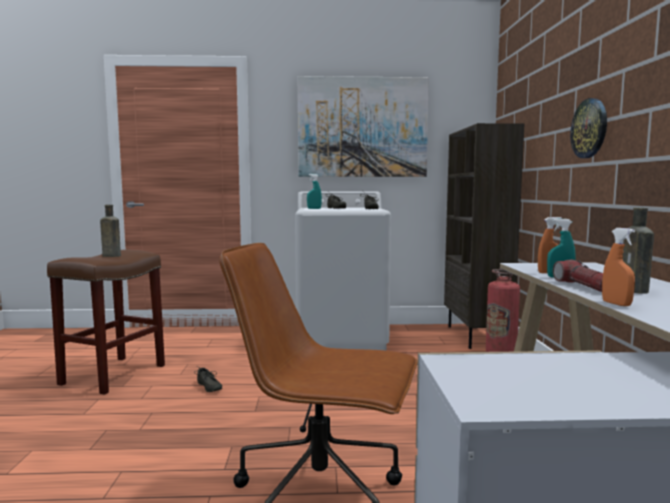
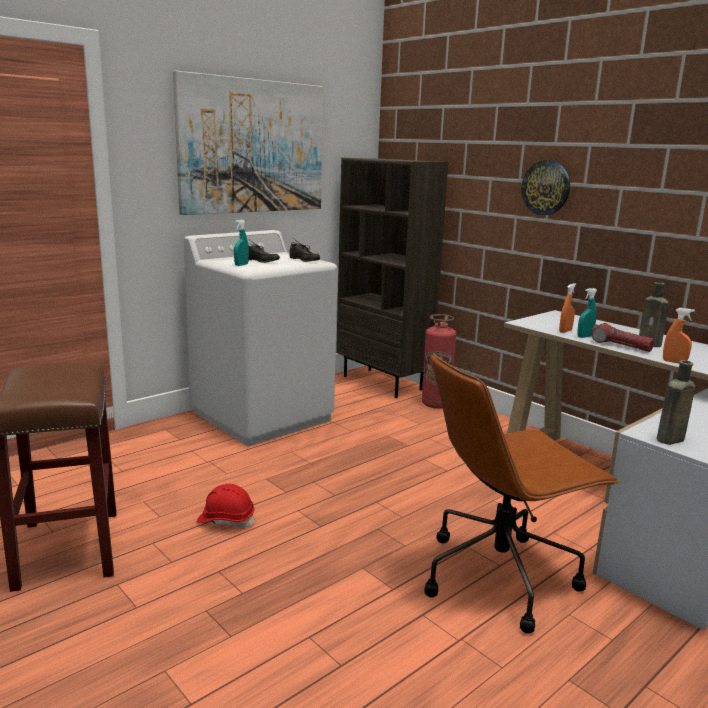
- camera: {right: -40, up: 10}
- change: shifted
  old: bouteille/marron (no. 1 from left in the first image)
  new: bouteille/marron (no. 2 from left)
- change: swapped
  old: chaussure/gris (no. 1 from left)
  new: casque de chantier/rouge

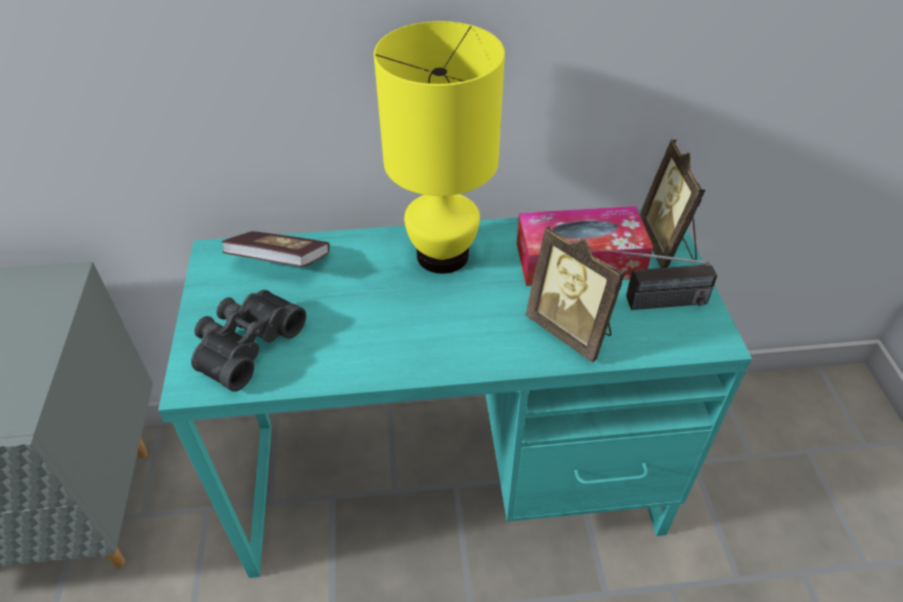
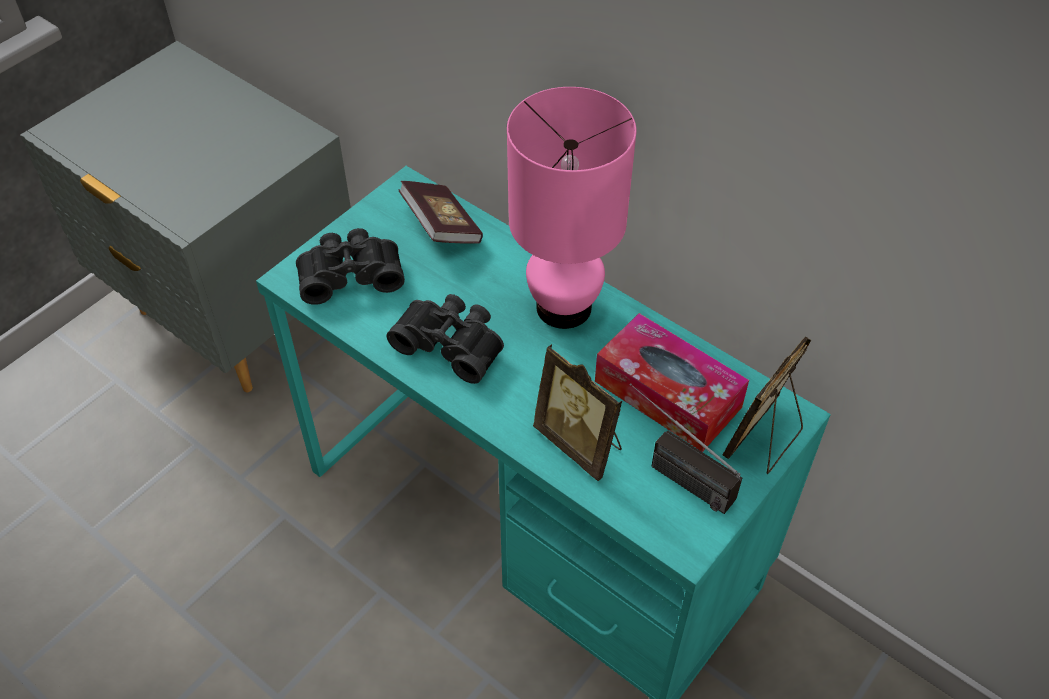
- camera: {right: 45, up: 5}
- change: new
  new: jumelles/noir (no. 2 from left)
- change: repainted
  old: lampe de table/jaune
  new: lampe de table/rose
- change: rotated
  old: cadre photo (no. 1 from left)
  degrees: -45

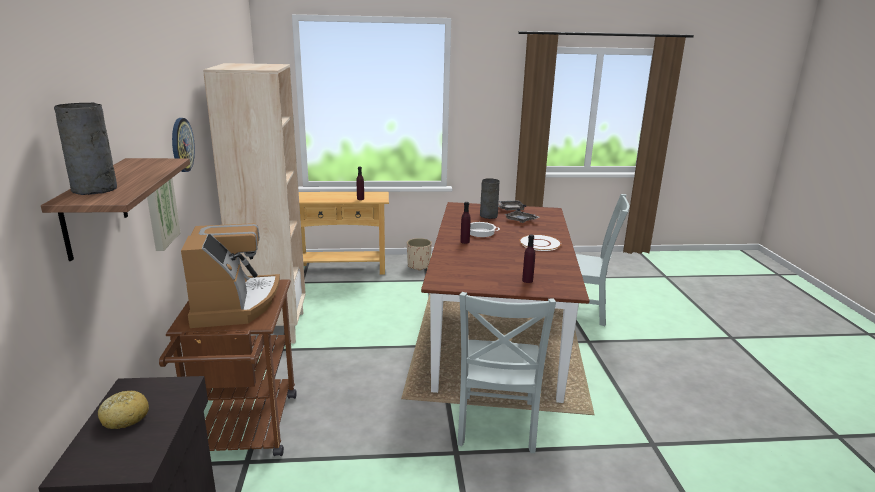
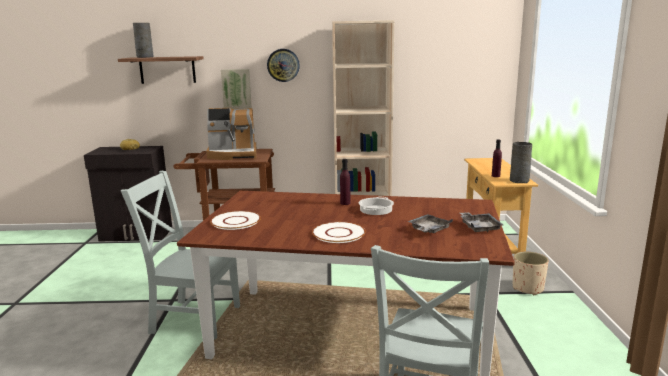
- camera: {right: 95, up: -5}
- change: shifted
  old: vase/gris (no. 2 from left)
- change: swapped
  old: bouteille/violet (no. 3 from left)
  new: assiette/blanc (no. 1 from left)

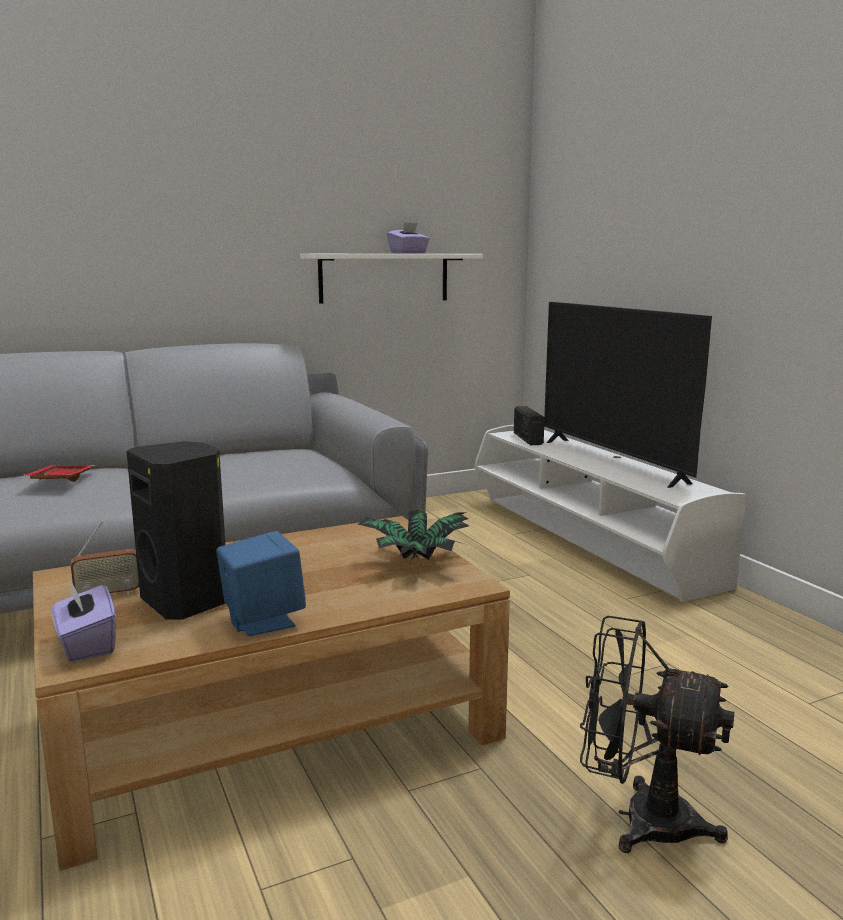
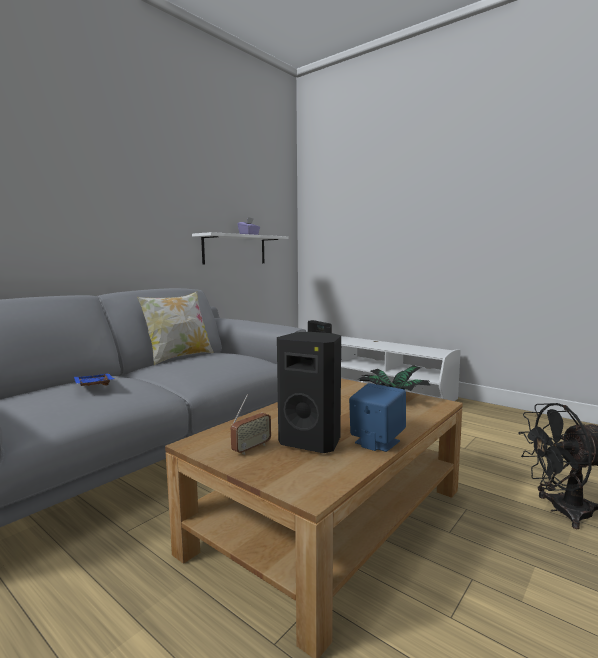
- camera: {right: -25, up: -5}
- change: gone
  old: boîte à mouchoirs/violet (no. 1 from left)
- change: gone
  old: téléviseur
- change: new
  new: coussin
- change: repainted
  old: plateau/rouge
  new: plateau/bleu

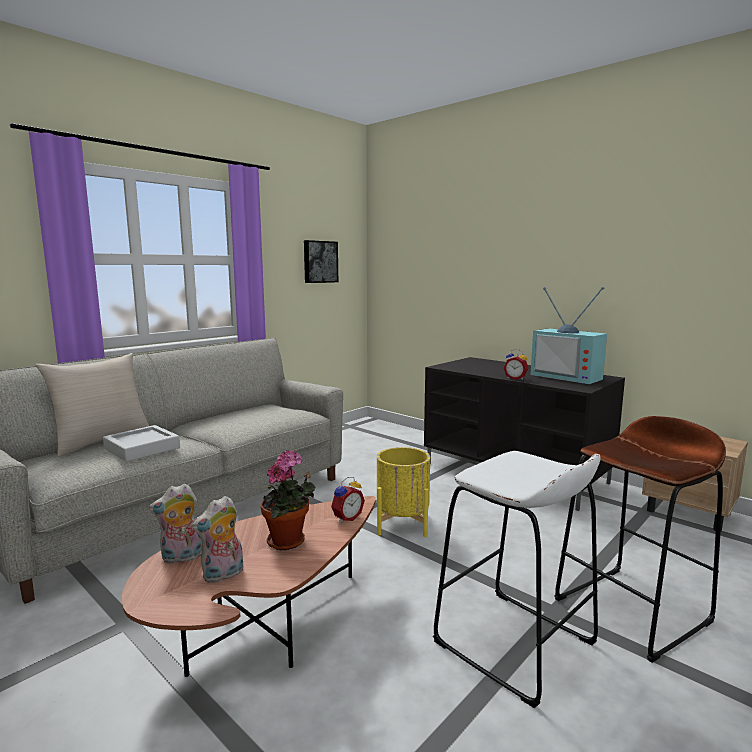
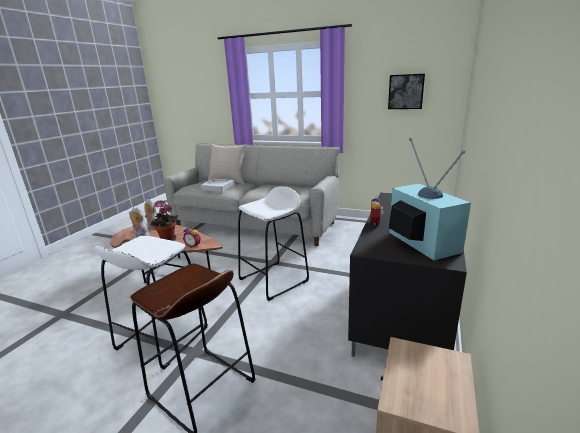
- camera: {right: 70, up: 10}
- change: swapped
  old: cache-pot/jaune
  new: tabouret/blanc (no. 2 from left)
- change: rotated
  old: téléviseur
  degrees: 135

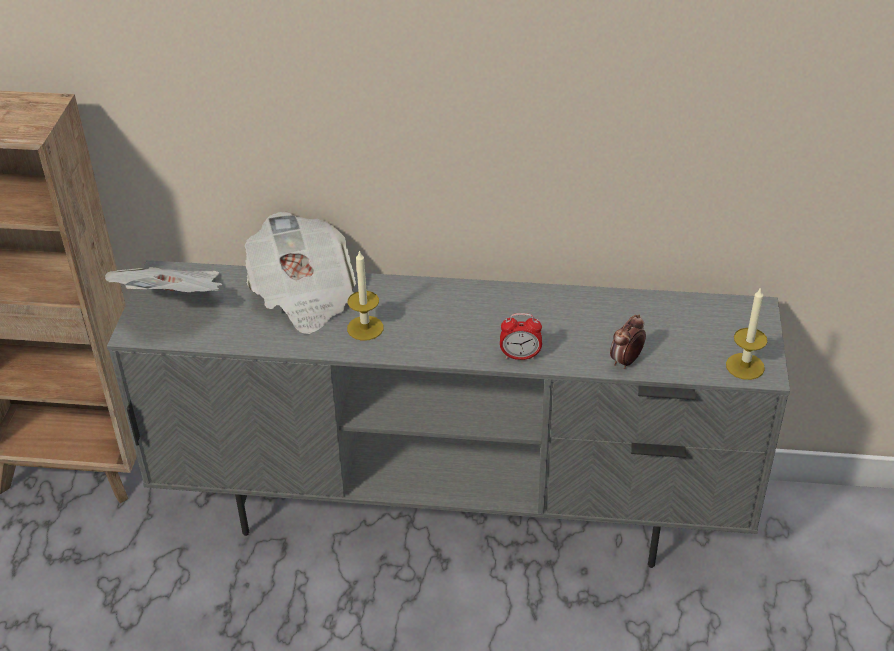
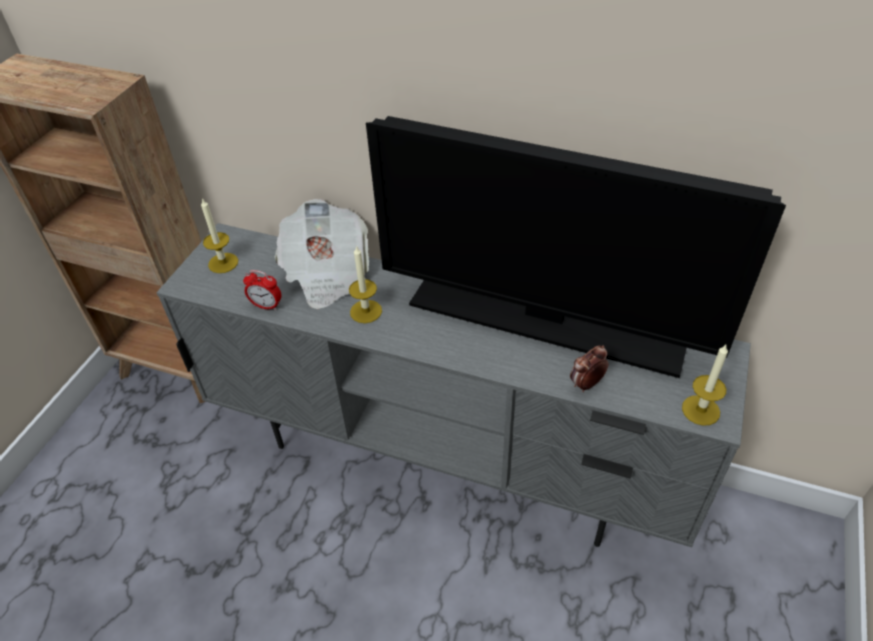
- camera: {right: 15, up: 5}
- change: new
  new: téléviseur
- change: shifted
  old: réveil (no. 1 from left)
- change: swapped
  old: journal (no. 1 from left)
  new: bougie (no. 1 from left)

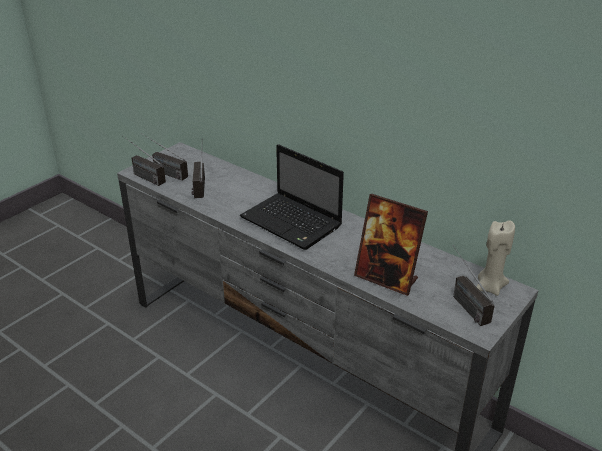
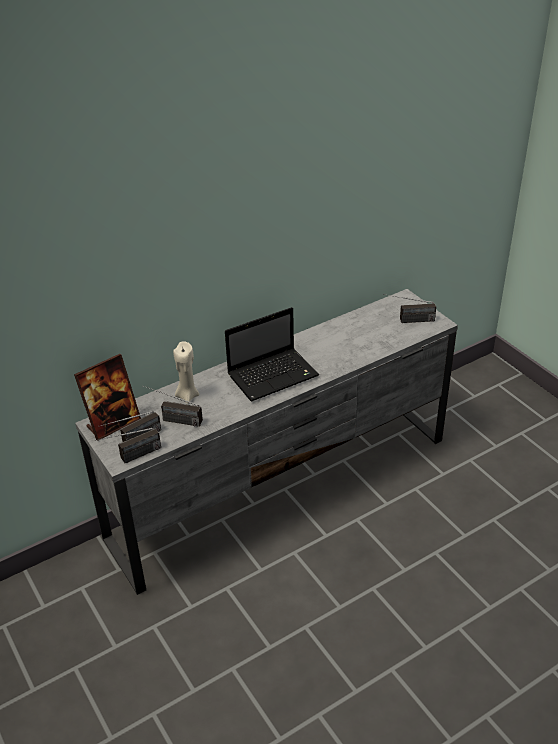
- camera: {right: -70, up: 5}
- change: shifted
  old: cadre photo
- change: shifted
  old: bougie/beige

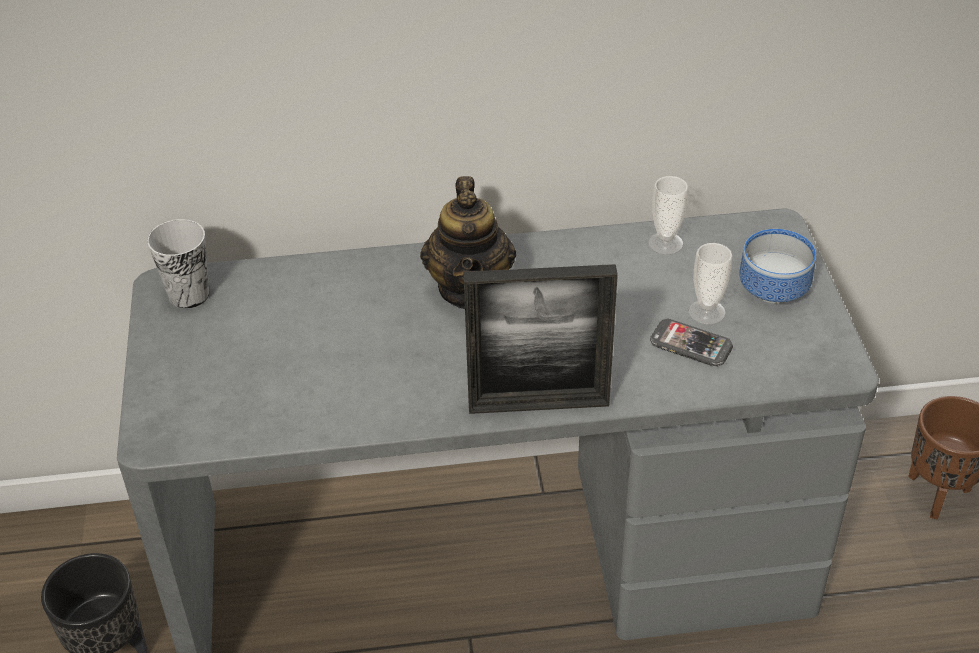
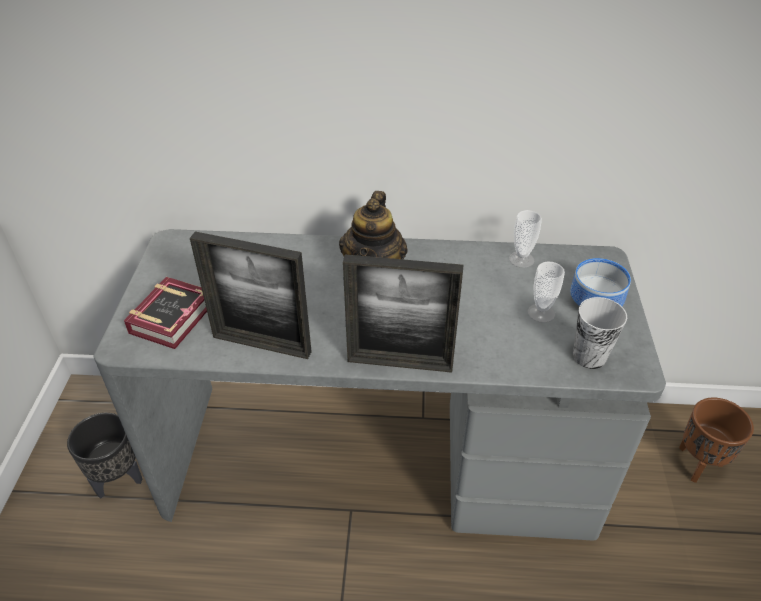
- camera: {right: 10, up: 0}
- change: gone
  old: téléphone
- change: new
  new: livre
- change: new
  new: cadre photo (no. 1 from left)
- change: shifted
  old: tasse (no. 1 from left in the first image)
  new: tasse (no. 3 from left)

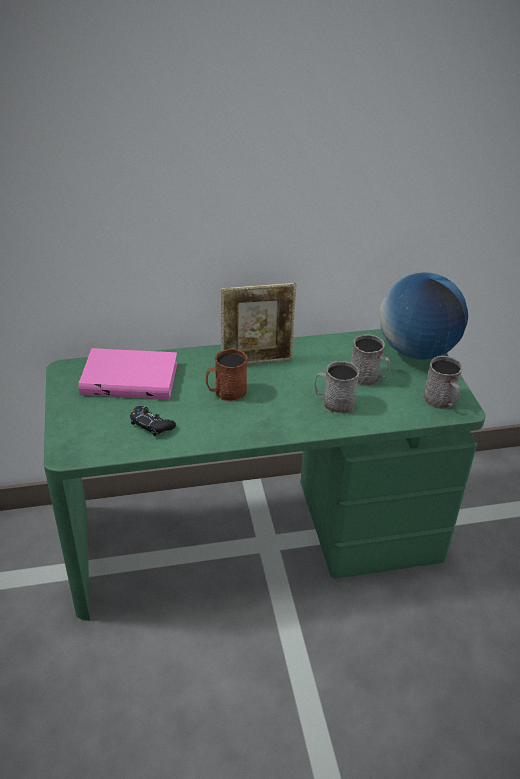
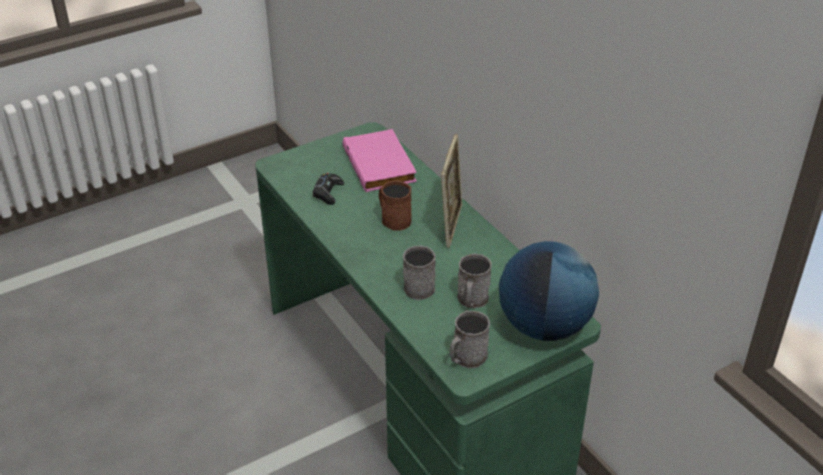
- camera: {right: 70, up: 0}
- change: rotated
  old: cadre photo
  degrees: -135

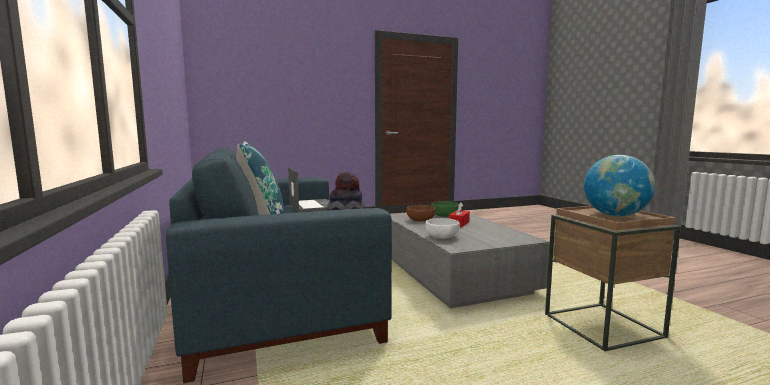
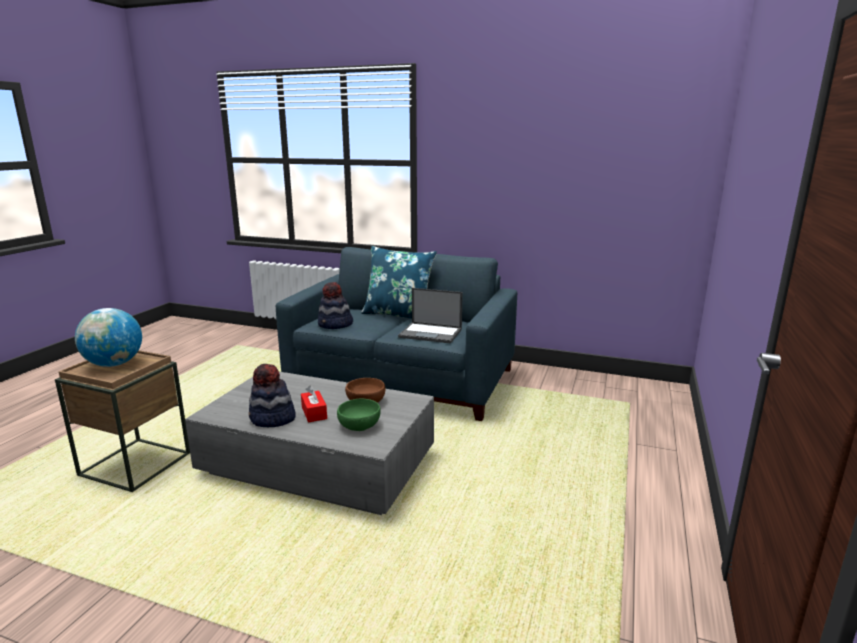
- camera: {right: 130, up: 10}
- change: gone
  old: bol/blanc
- change: new
  new: chapeau (no. 1 from left)

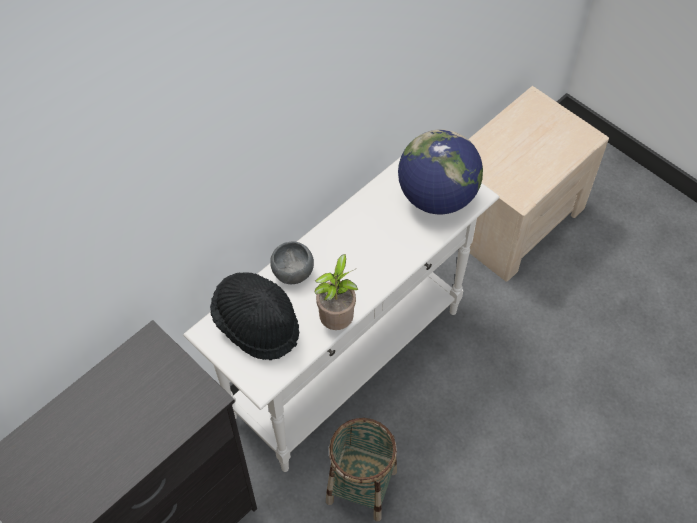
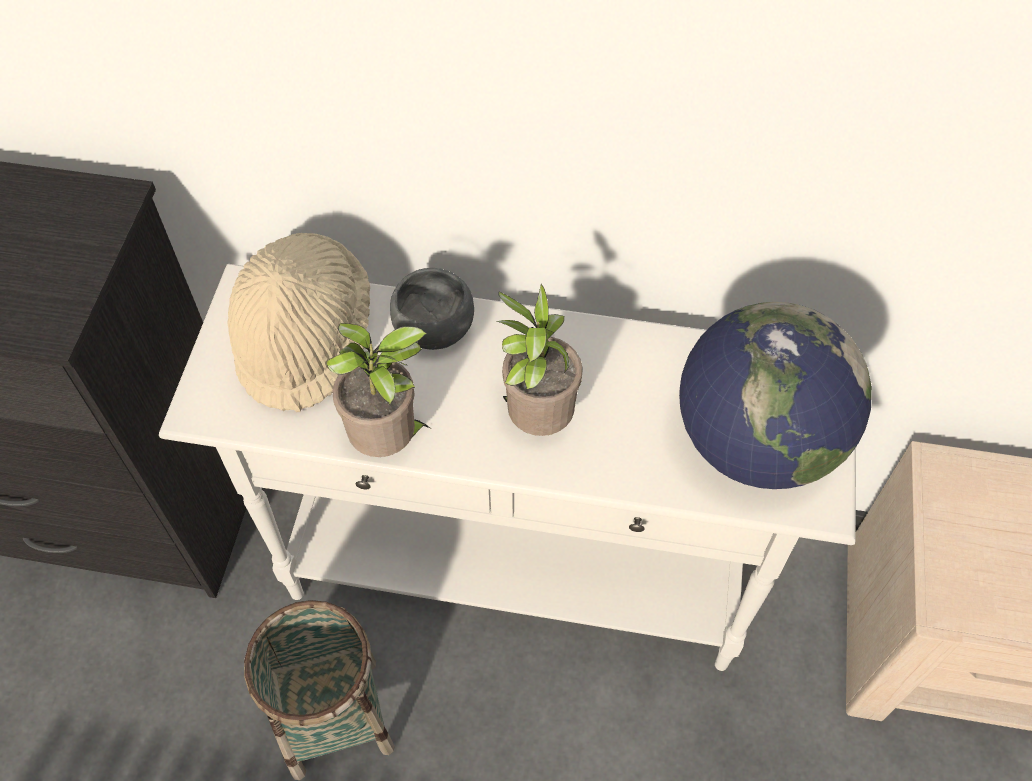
- camera: {right: 55, up: 0}
- change: new
  new: plante en pot (no. 2 from left)
- change: repainted
  old: chapeau/noir
  new: chapeau/beige

